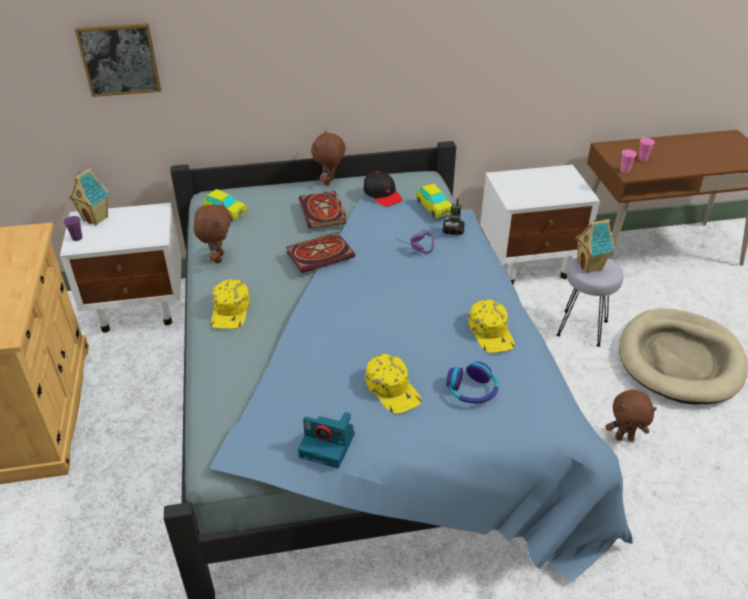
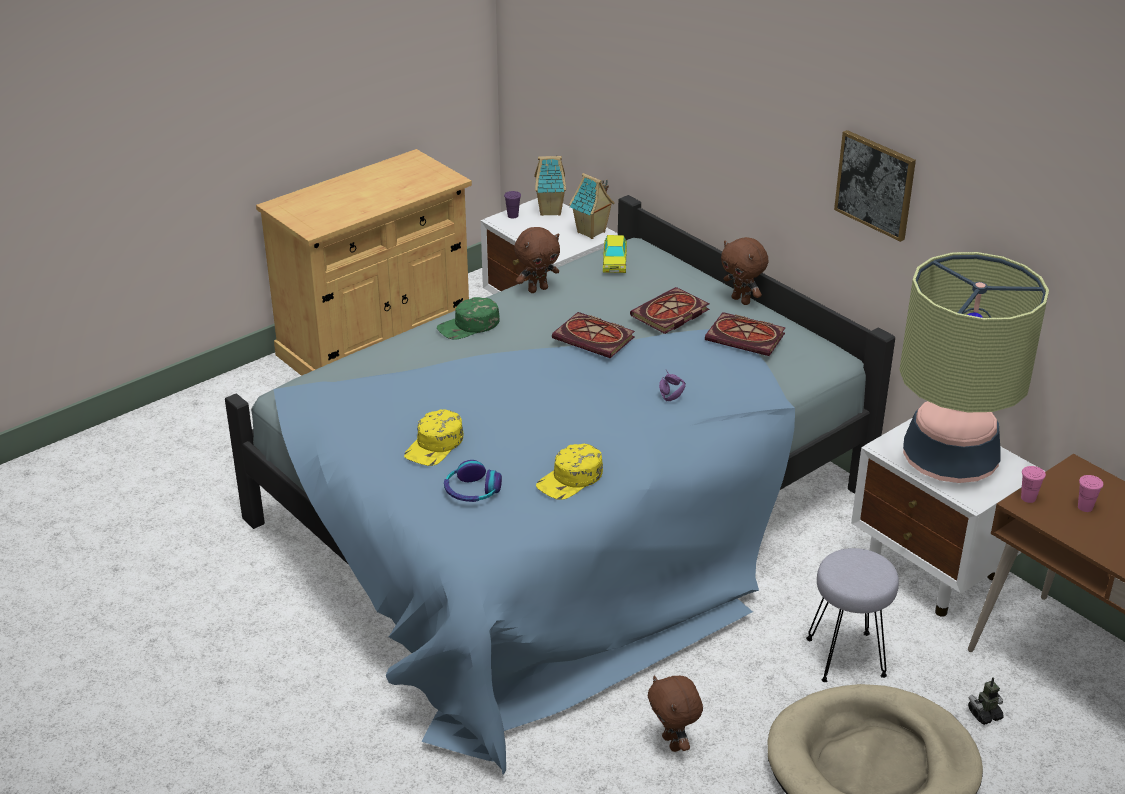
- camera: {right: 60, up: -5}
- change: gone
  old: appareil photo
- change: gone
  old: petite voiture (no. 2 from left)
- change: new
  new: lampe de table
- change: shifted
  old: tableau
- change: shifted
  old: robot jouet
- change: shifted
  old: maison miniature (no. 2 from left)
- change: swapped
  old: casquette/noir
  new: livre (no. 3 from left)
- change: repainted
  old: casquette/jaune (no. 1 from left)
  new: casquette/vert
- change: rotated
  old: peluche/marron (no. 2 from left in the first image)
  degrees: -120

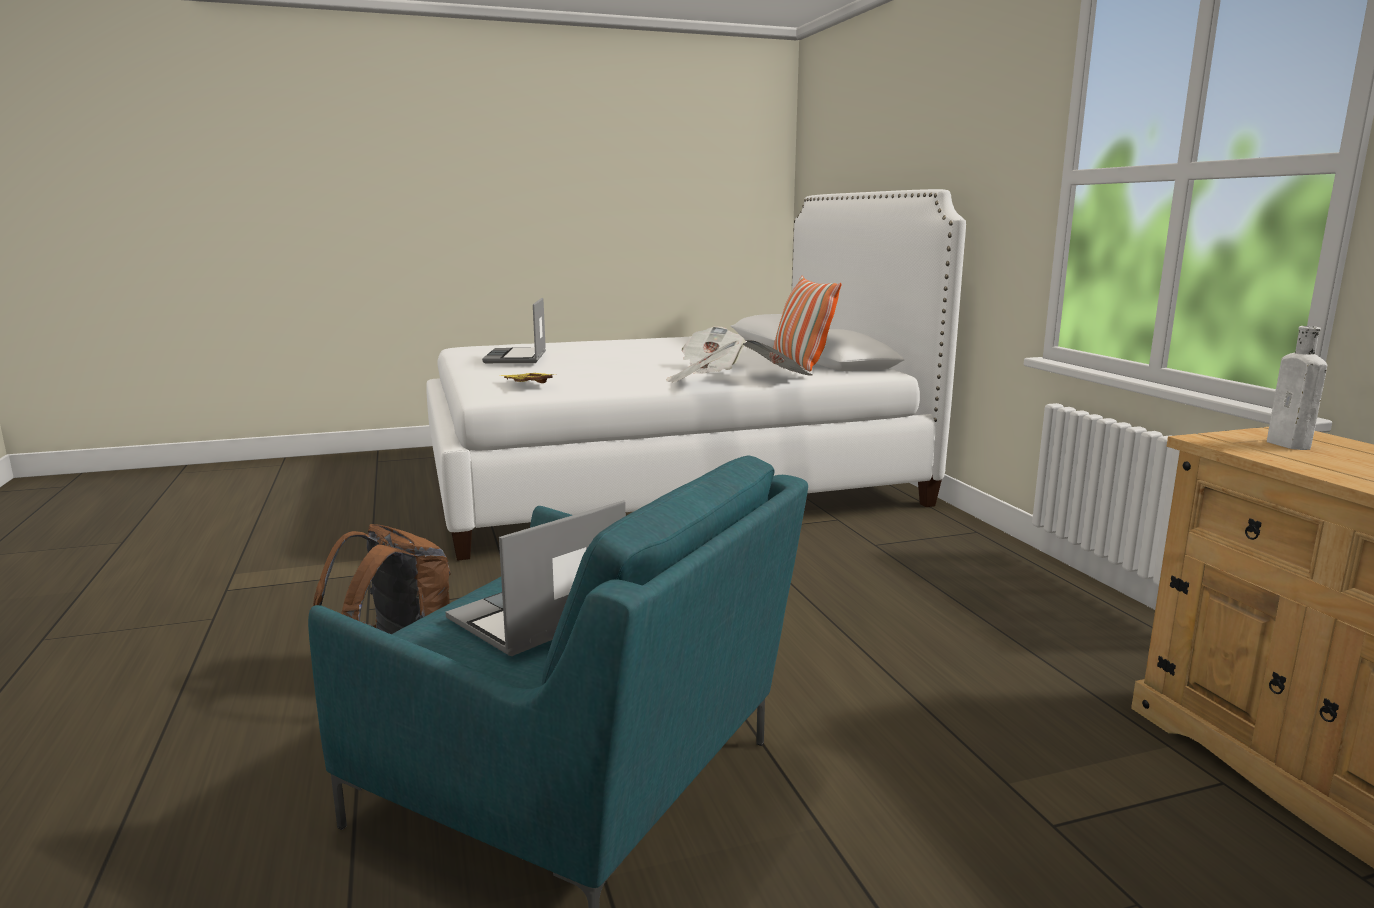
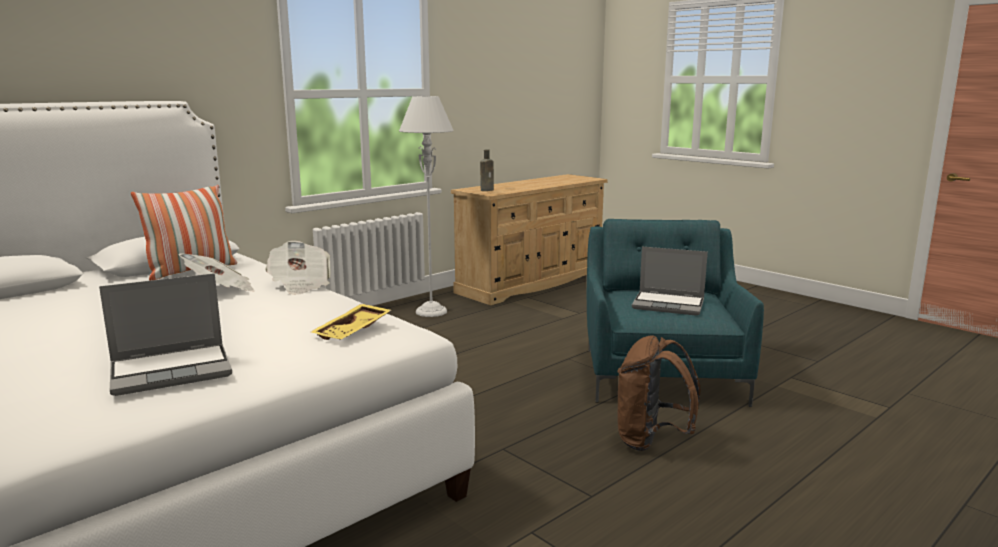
- camera: {right: -115, up: 0}
- change: gone
  old: journal (no. 3 from left)
- change: new
  new: lampadaire/gris
- change: repainted
  old: bouteille/blanc
  new: bouteille/marron

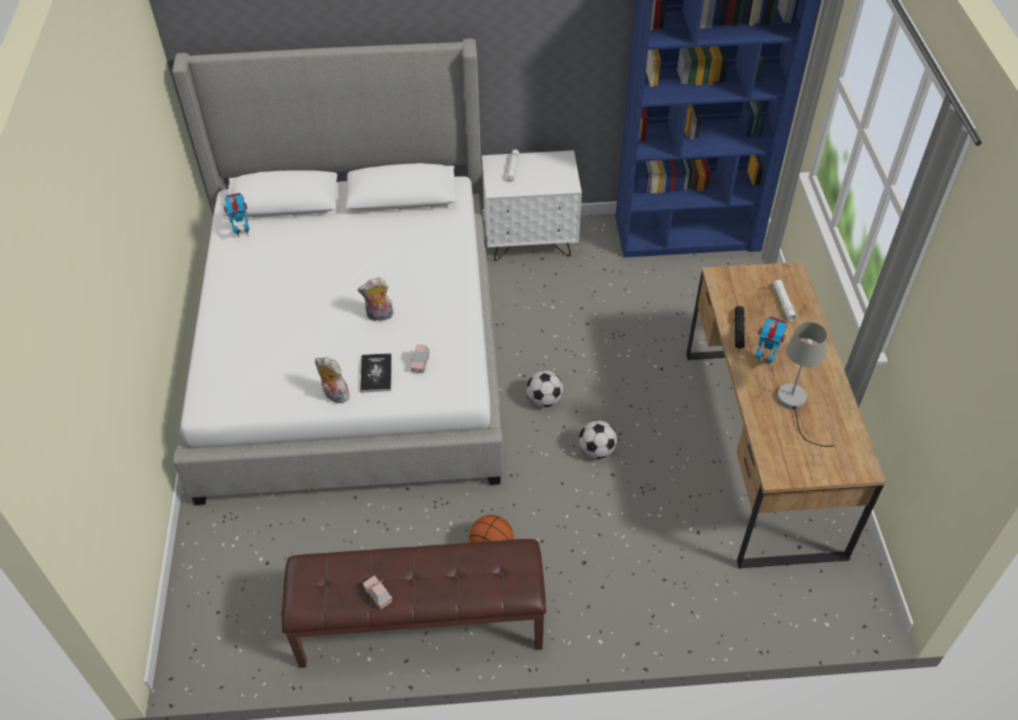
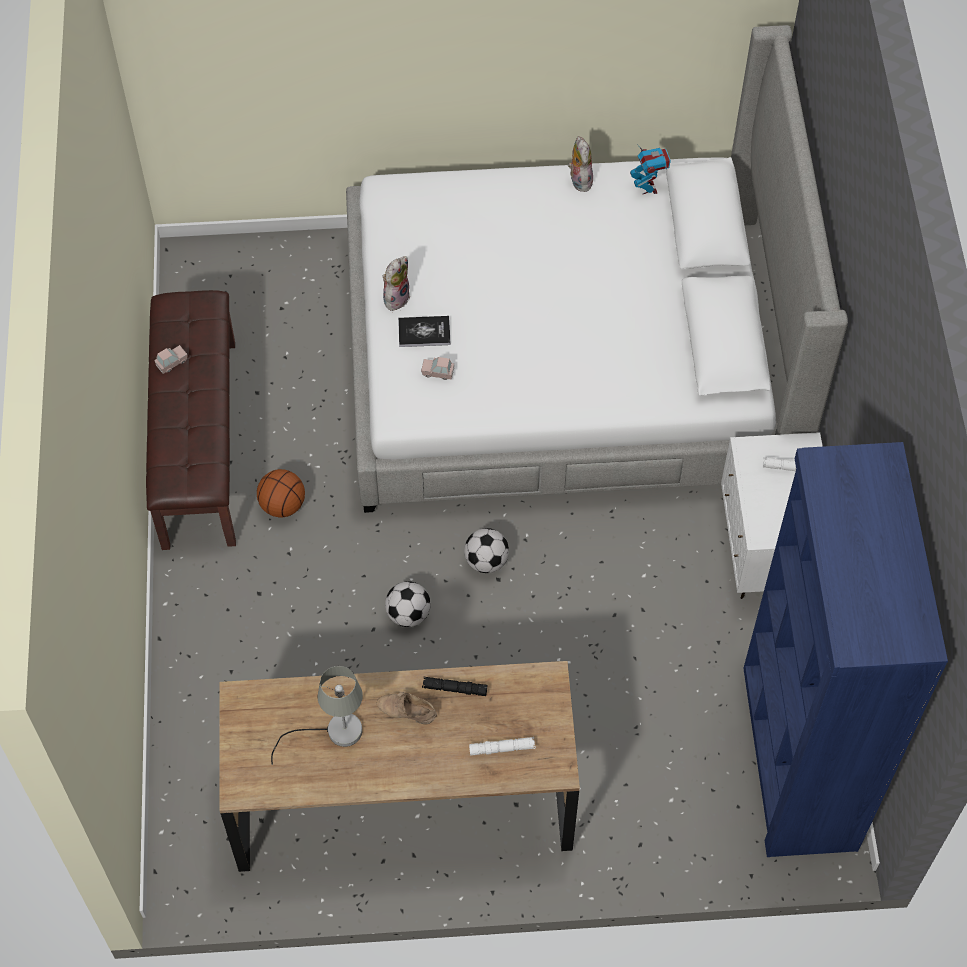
- camera: {right: 90, up: 10}
- change: shifted
  old: peluche (no. 2 from left)
- change: swapped
  old: robot jouet (no. 2 from left)
  new: chaussure/beige

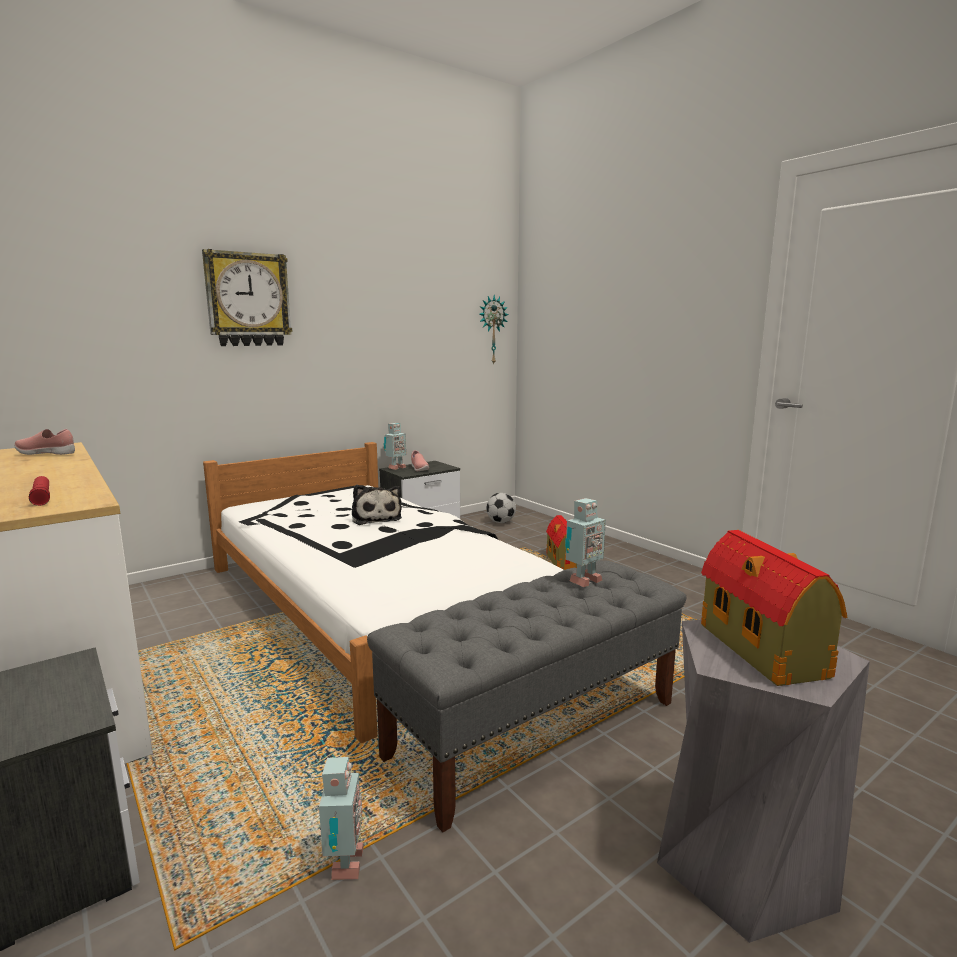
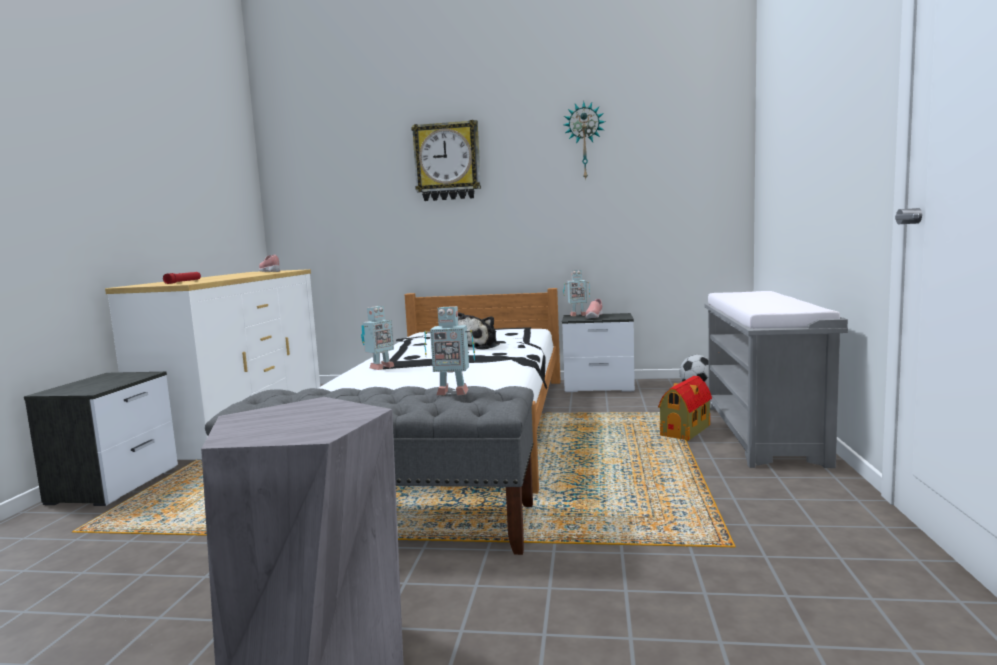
- camera: {right: 45, up: -5}
- change: gone
  old: maison miniature (no. 2 from left)
- change: new
  new: banc/gris (no. 2 from left)
- change: shifted
  old: robot jouet (no. 1 from left)
- change: shifted
  old: horloge murale (no. 2 from left)

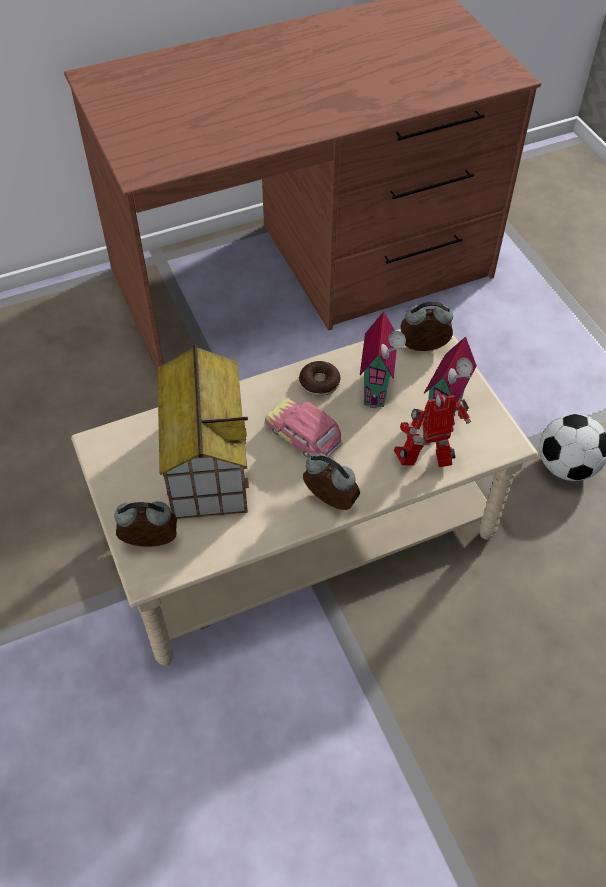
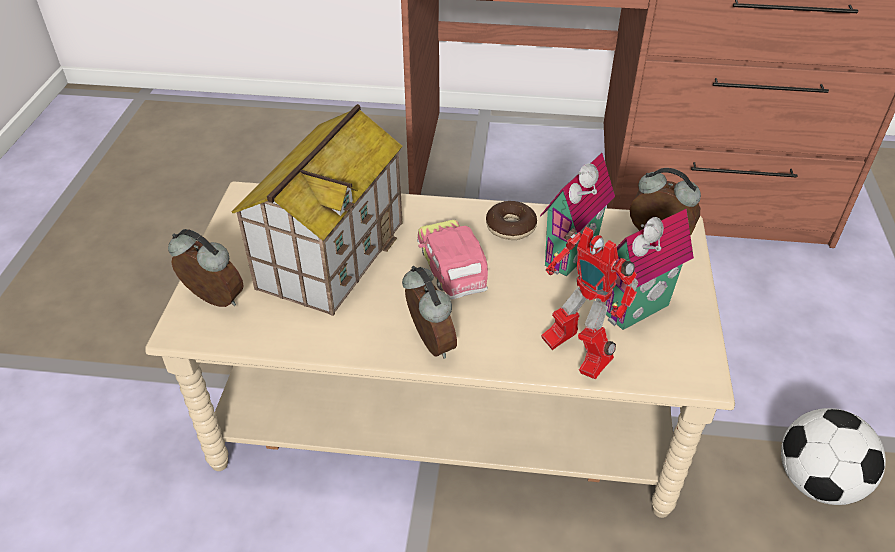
- camera: {right: 30, up: -10}
- change: rotated
  old: robot jouet
  degrees: -150

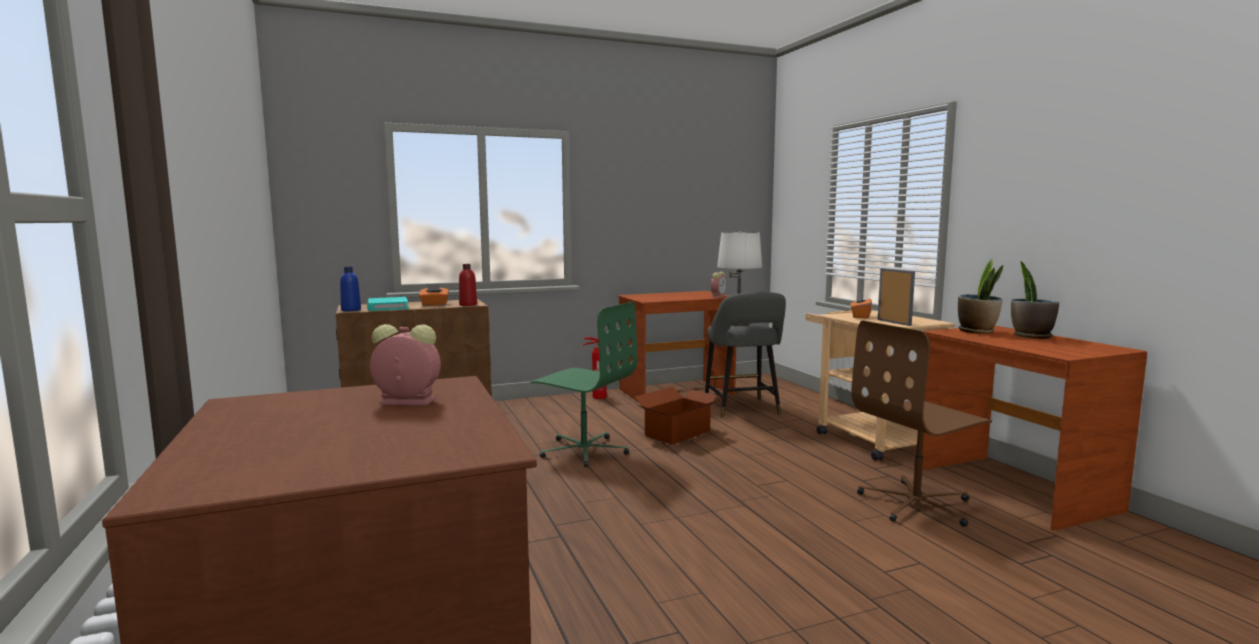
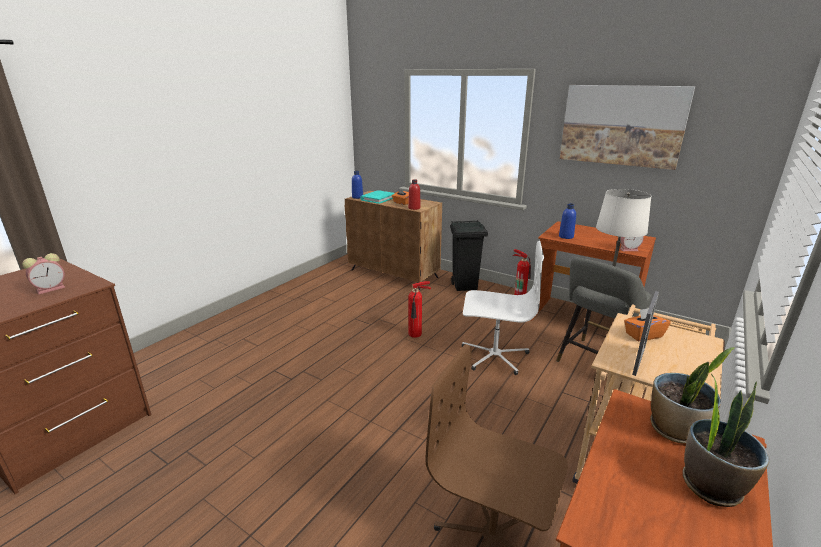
- camera: {right: 55, up: 15}
- change: new
  new: poubelle/noir
- change: new
  new: bouteille/bleu (no. 2 from left)
- change: new
  new: tableau
- change: swapped
  old: chaise de bureau/vert
  new: extincteur (no. 1 from left)
- change: swapped
  old: carton
  new: chaise de bureau/blanc
- change: rotated
  old: réveil (no. 1 from left)
  degrees: 75

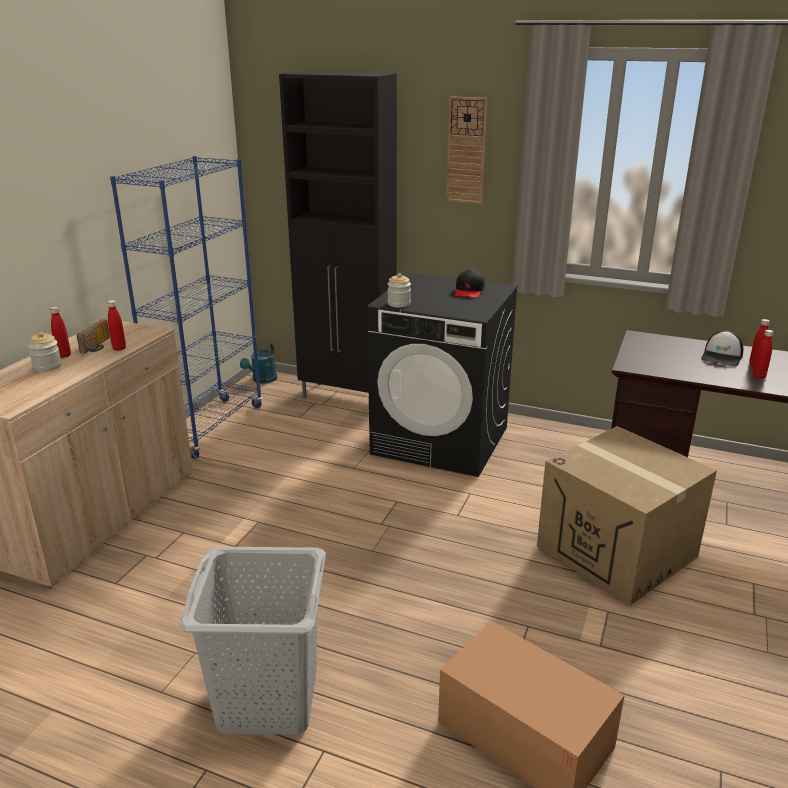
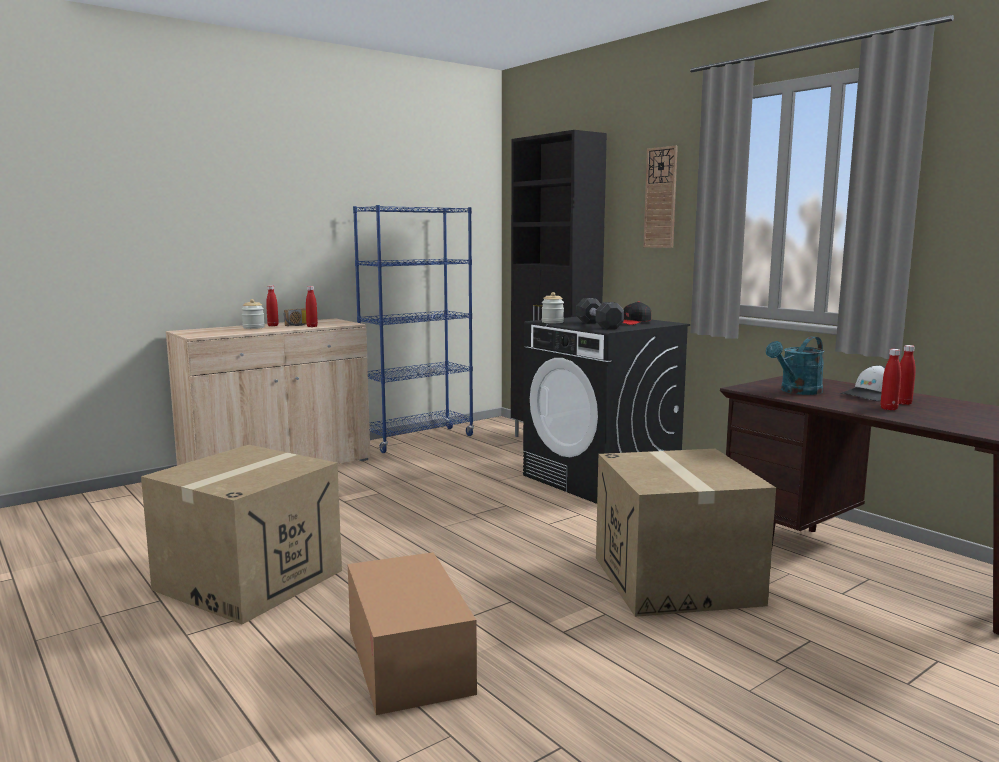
- camera: {right: 30, up: -15}
- change: new
  new: haltère/noir
- change: shifted
  old: arrosoir/turquoise
- change: swapped
  old: panier à linge/gris
  new: carton (no. 1 from left)

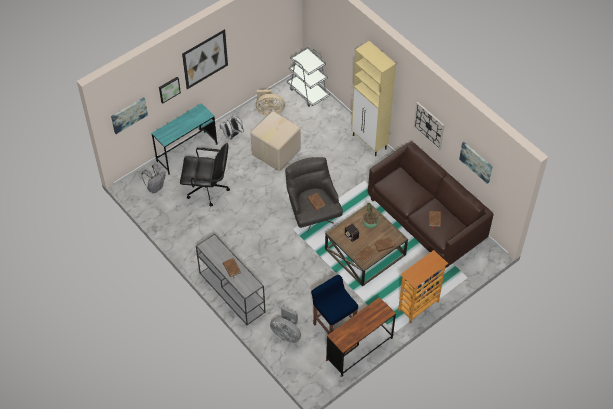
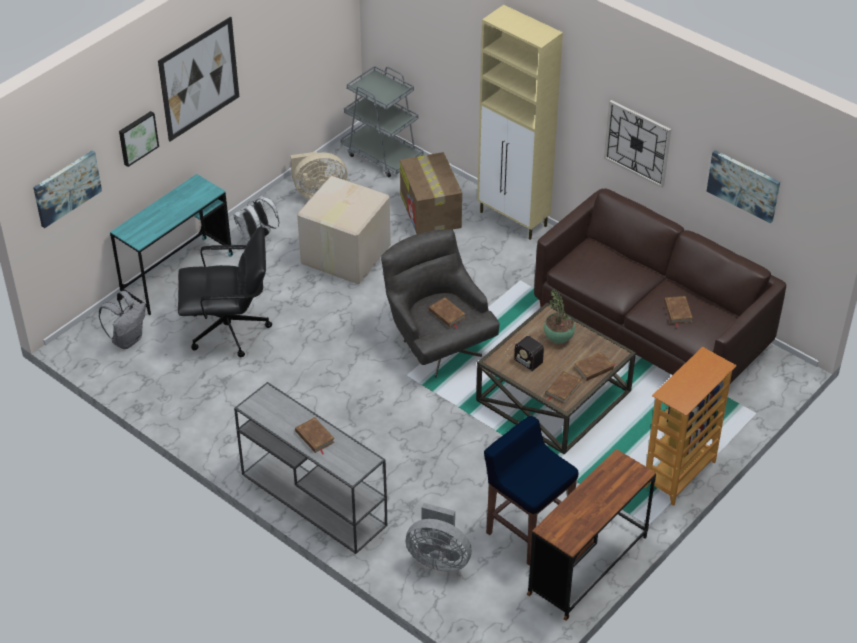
- camera: {right: -10, up: -10}
- change: new
  new: carton (no. 2 from left)

